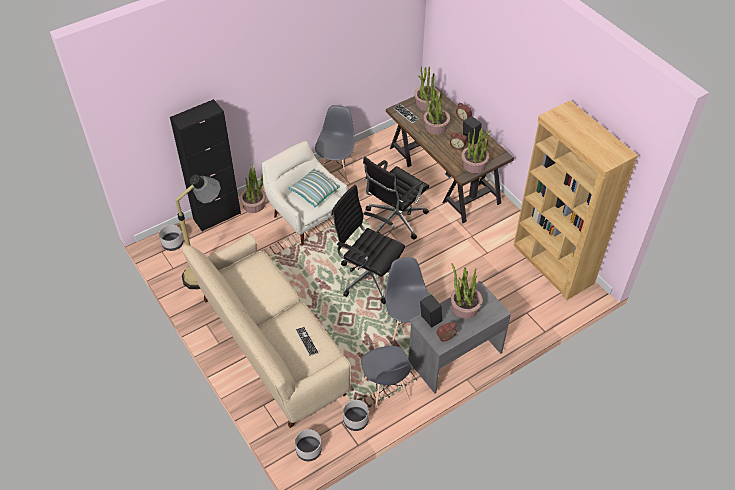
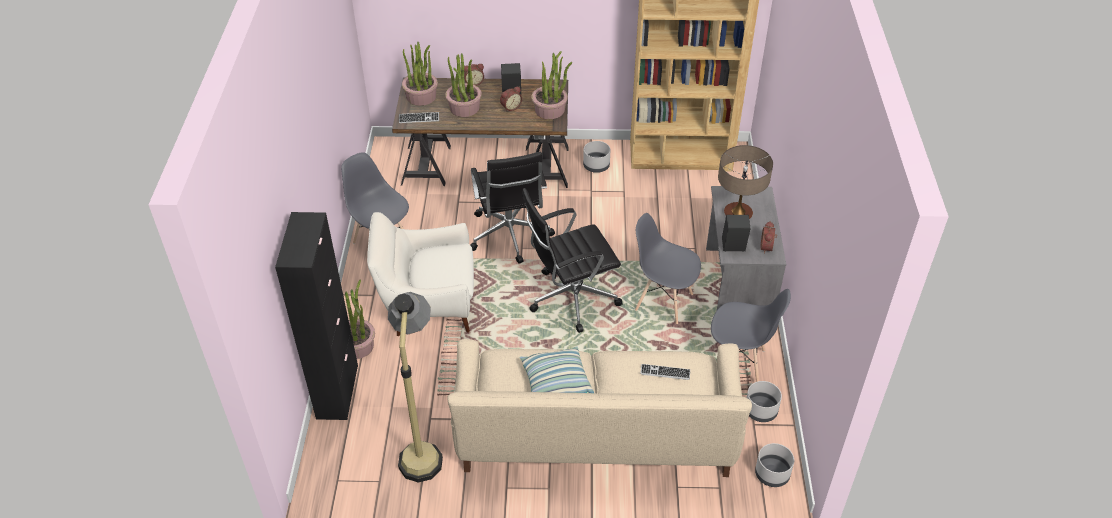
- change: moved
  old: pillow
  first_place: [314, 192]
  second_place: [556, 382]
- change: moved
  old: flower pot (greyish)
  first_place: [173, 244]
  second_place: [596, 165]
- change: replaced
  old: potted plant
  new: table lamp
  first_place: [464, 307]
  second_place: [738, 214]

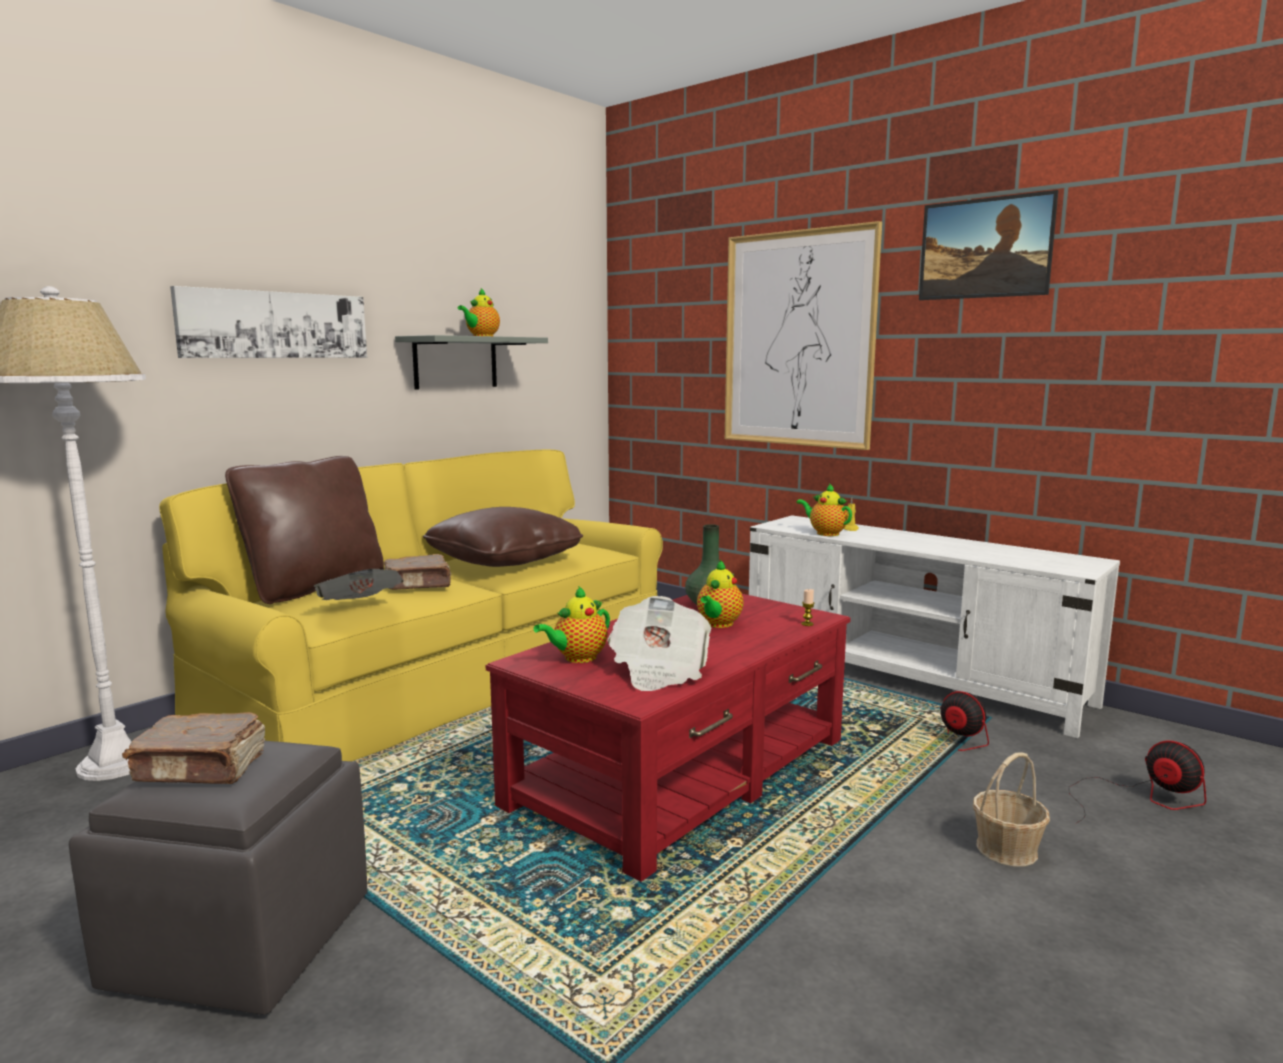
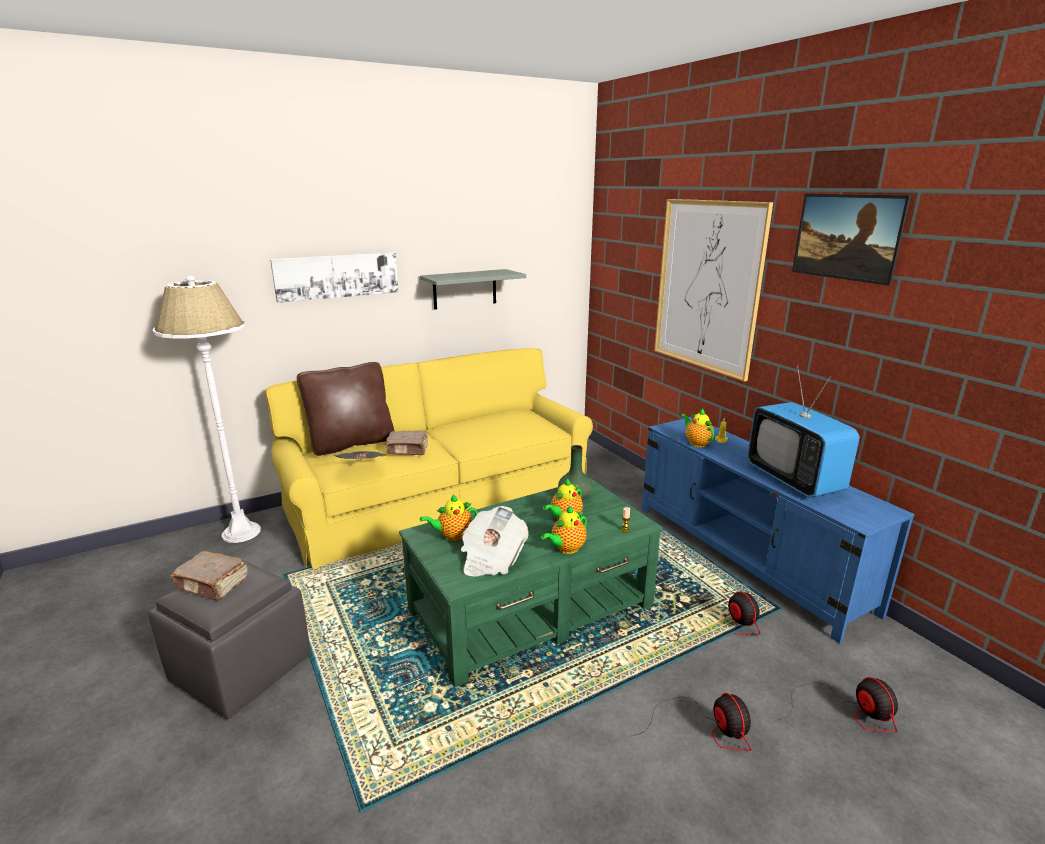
- change: moved
  old: tea pot
  first_place: [481, 336]
  second_place: [566, 549]
- change: removed
  old: pillow (brown)
  first_place: [504, 560]
- change: recoloured
  old: media console (whitish)
  new: media console (blue)
  first_place: [910, 677]
  second_place: [747, 557]
- change: recoloured
  old: lounge table (reddish)
  new: lounge table (green)
  first_place: [684, 772]
  second_place: [532, 608]
- change: replaced
  old: household basket
  new: fan
  first_place: [1007, 849]
  second_place: [706, 728]
- change: added
  new: television
  second_place: [794, 480]

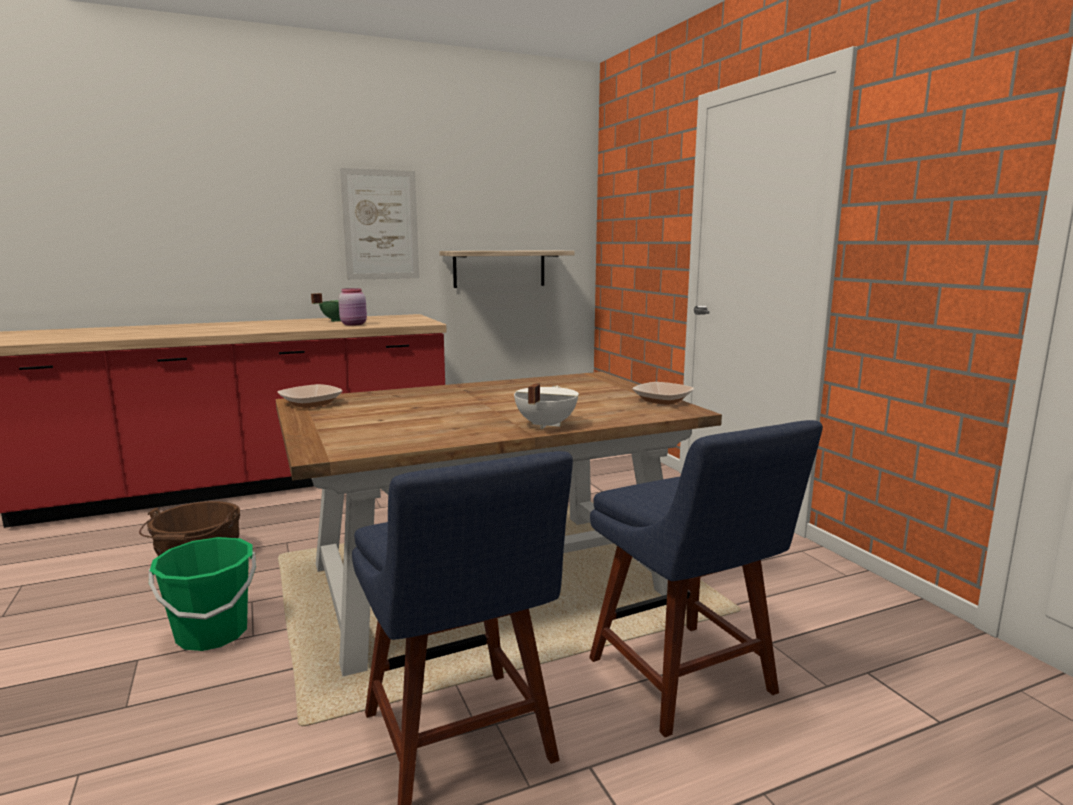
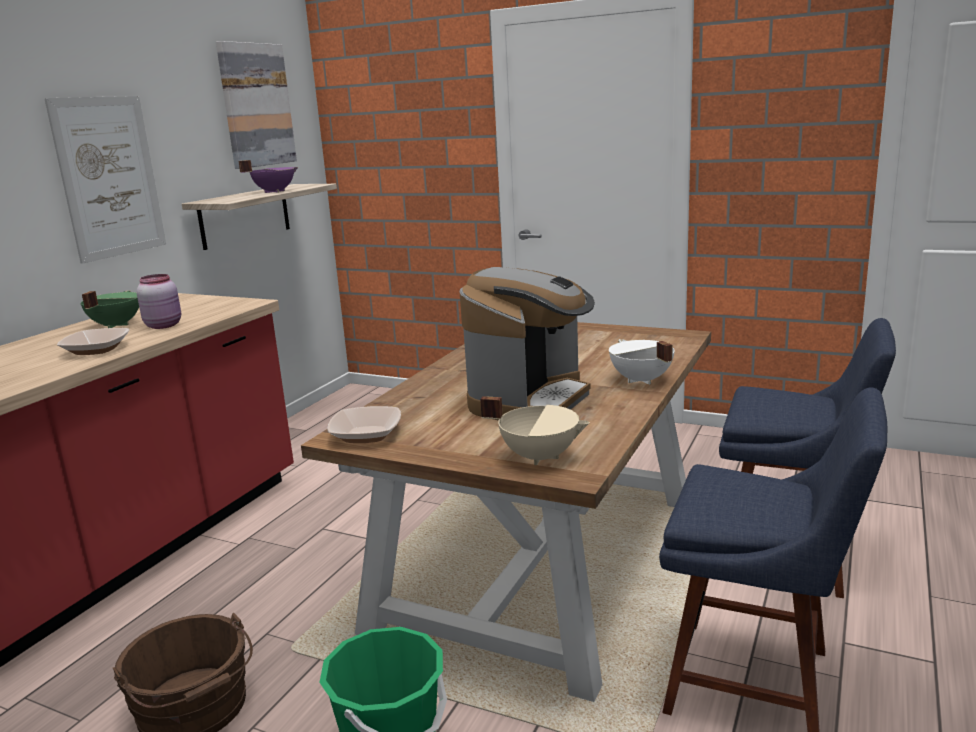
- change: moved
  old: serving bowl
  first_place: [662, 400]
  second_place: [96, 350]
- change: added
  new: wall art
  second_place: [256, 105]
- change: added
  new: saucepot (purple)
  second_place: [274, 191]
- change: added
  new: coffee brewer
  second_place: [530, 400]
- change: added
  new: saucepot (beige-coloured)
  second_place: [539, 456]

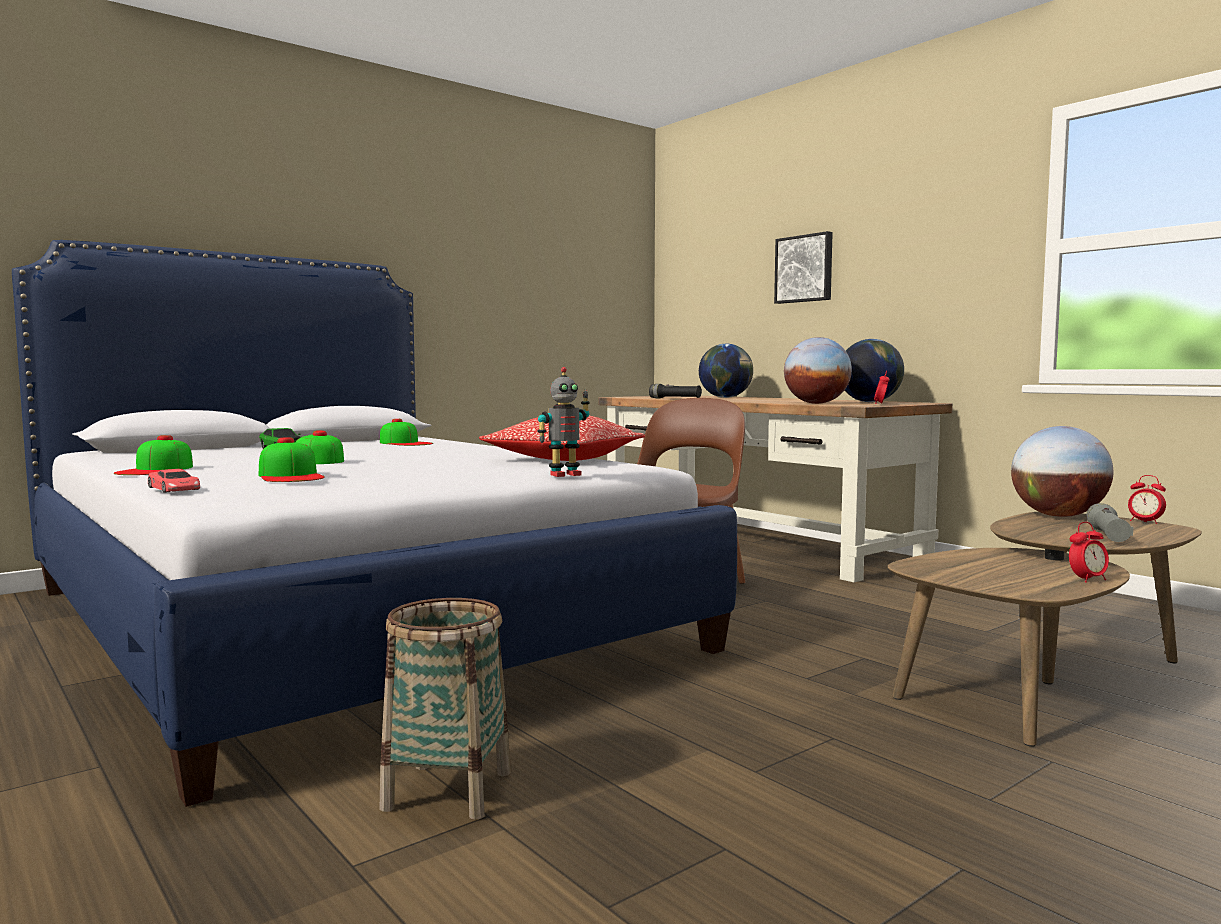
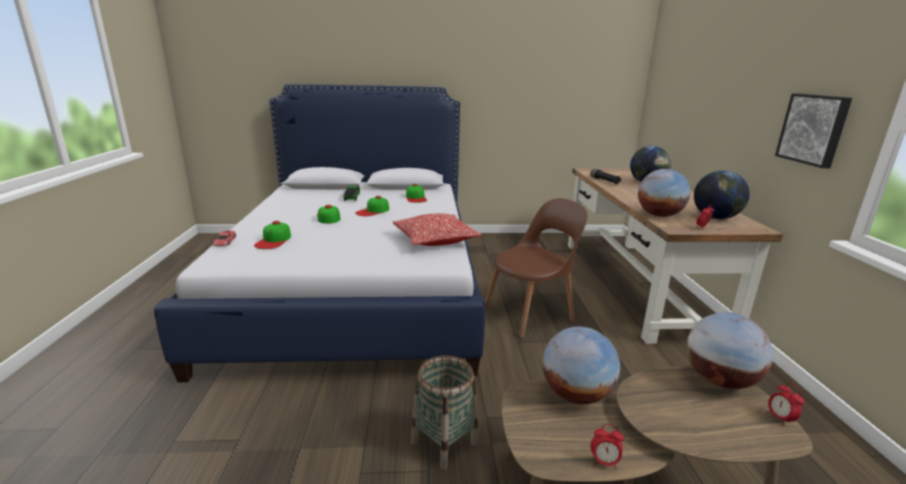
- change: moved
  old: wall art
  first_place: [805, 269]
  second_place: [813, 129]
- change: removed
  old: toy robot
  first_place: [564, 475]
- change: moved
  old: peaked cap
  first_place: [156, 470]
  second_place: [373, 211]
- change: removed
  old: flashlight (greyish)
  first_place: [1107, 535]
- change: moved
  old: household basket
  first_place: [447, 790]
  second_place: [444, 442]
- change: added
  new: desk globe
  second_place: [575, 394]

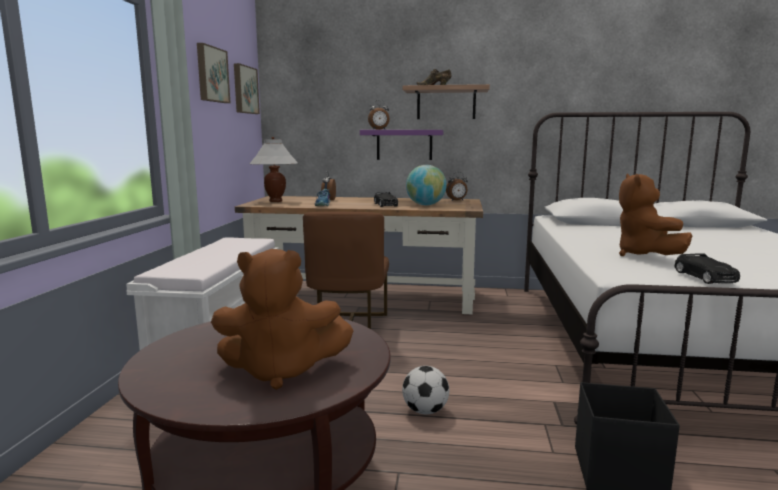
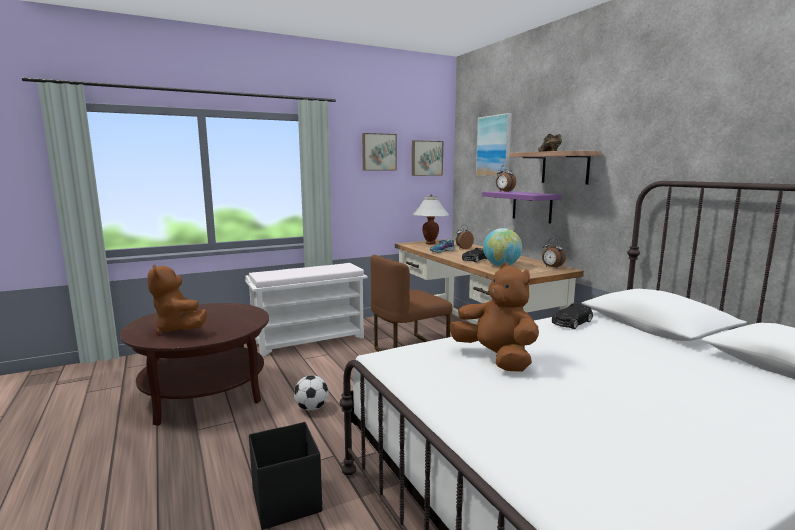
- change: turned
  old: plush toy (brown)
  first_place: [644, 255]
  second_place: [495, 358]
  degrees: 90
- change: moved
  old: miniature car (black)
  first_place: [705, 277]
  second_place: [571, 322]
- change: added
  new: wall art
  second_place: [494, 146]

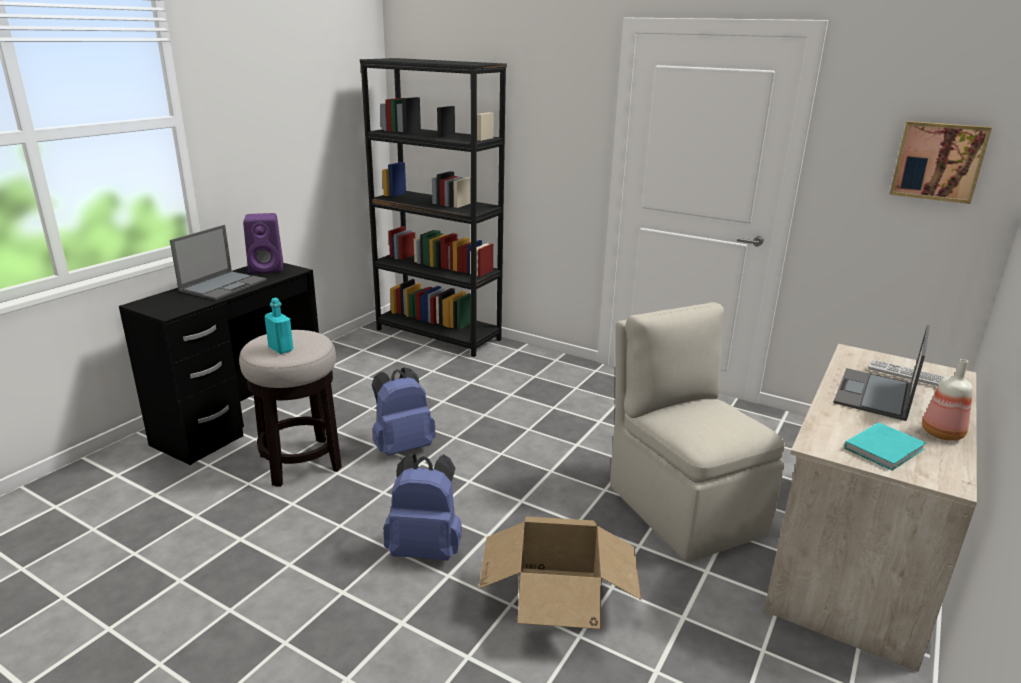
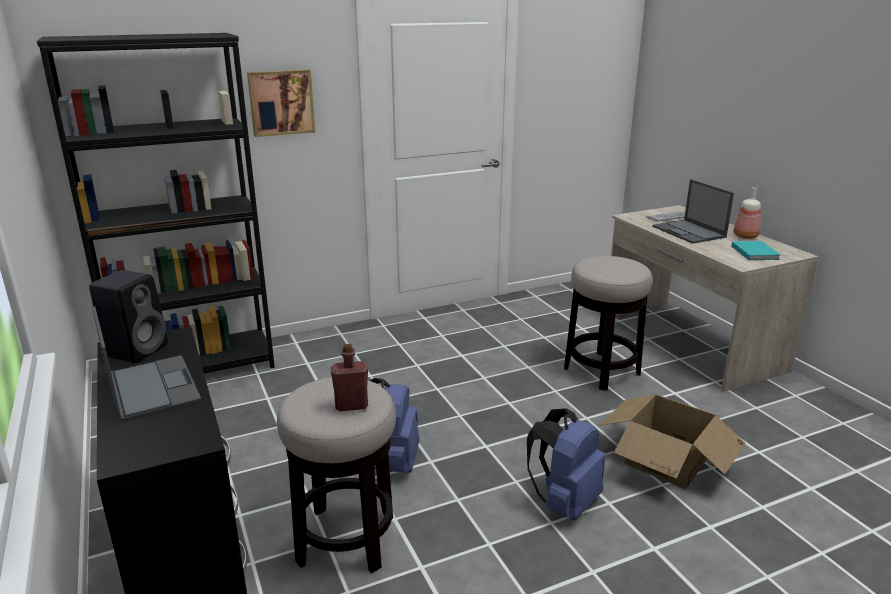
- change: moved
  old: wall art
  first_place: [938, 161]
  second_place: [281, 102]
- change: recoloured
  old: audio speaker (purple)
  new: audio speaker (black)
  first_place: [267, 268]
  second_place: [137, 349]
- change: recoloured
  old: beverage bottle (turquoise-coloured)
  new: beverage bottle (reddish)
  first_place: [281, 349]
  second_place: [351, 406]
- change: replaced
  old: plain chair (beige-coloured)
  new: stool seat
  first_place: [683, 506]
  second_place: [601, 371]

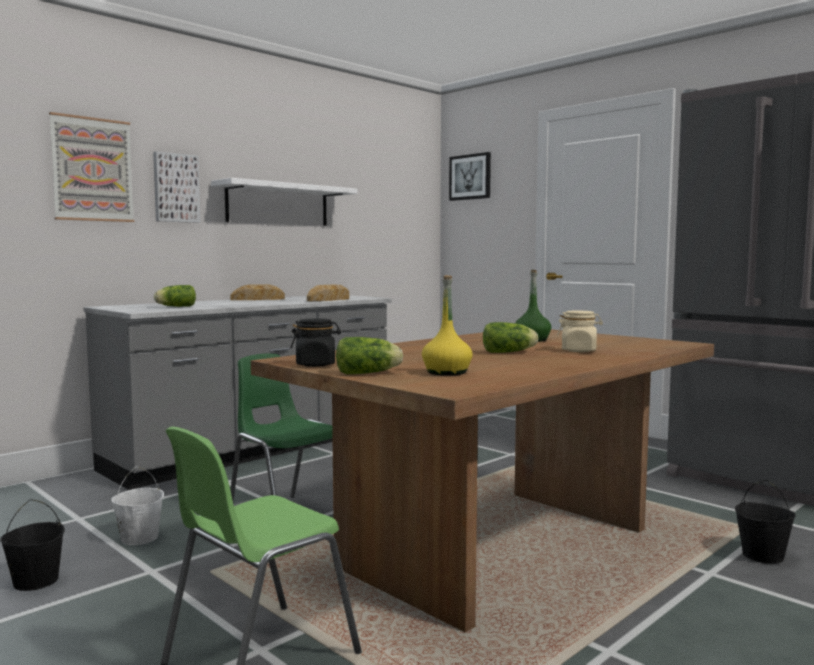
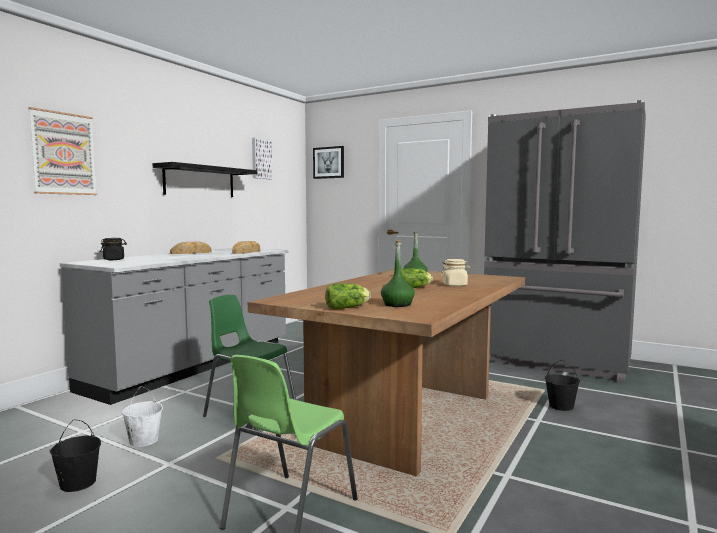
- change: moved
  old: wall art
  first_place: [175, 188]
  second_place: [261, 159]
- change: recoloured
  old: wall shelf (whitish)
  new: wall shelf (black)
  first_place: [278, 205]
  second_place: [200, 181]
- change: recoloured
  old: beverage bottle (yellow-coloured)
  new: beverage bottle (green)
  first_place: [447, 372]
  second_place: [397, 304]
- change: removed
  old: lettuce
  first_place: [175, 306]
- change: moved
  old: preserve jar (black)
  first_place: [316, 364]
  second_place: [114, 259]

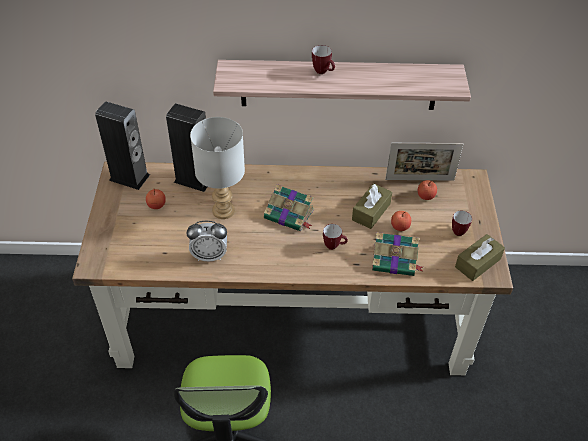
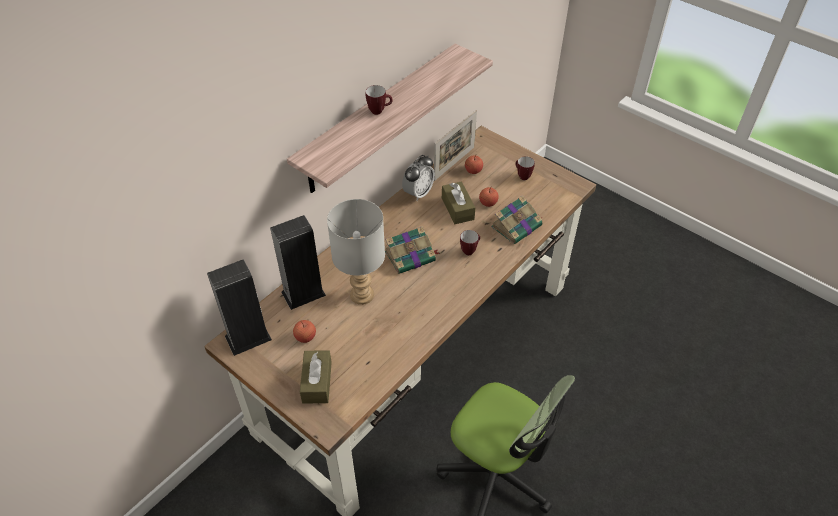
- change: moved
  old: alarm clock
  first_place: [209, 255]
  second_place: [418, 193]
- change: moved
  old: tissue box (brown)
  first_place: [477, 263]
  second_place: [317, 382]

